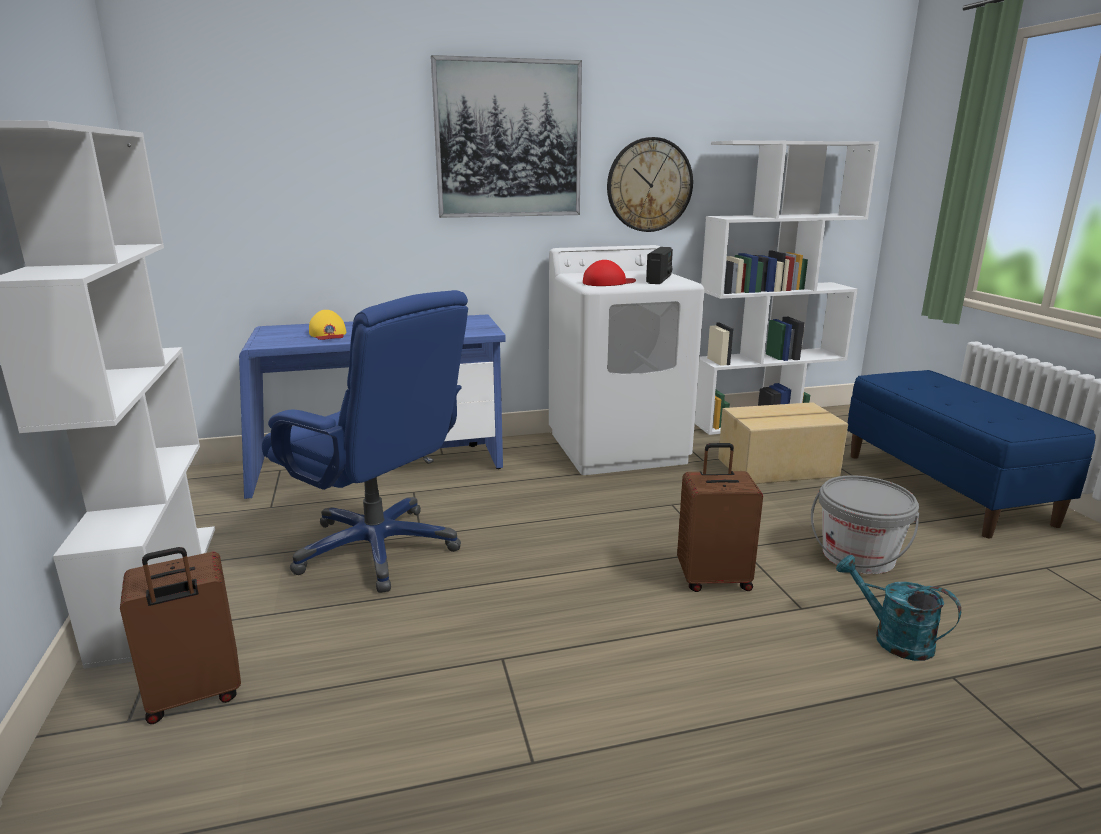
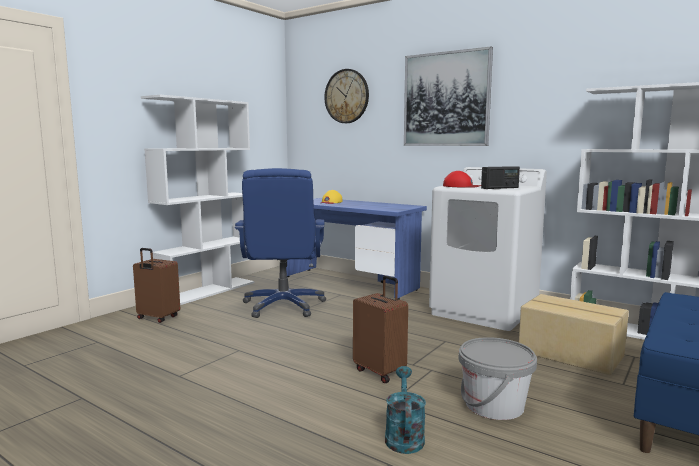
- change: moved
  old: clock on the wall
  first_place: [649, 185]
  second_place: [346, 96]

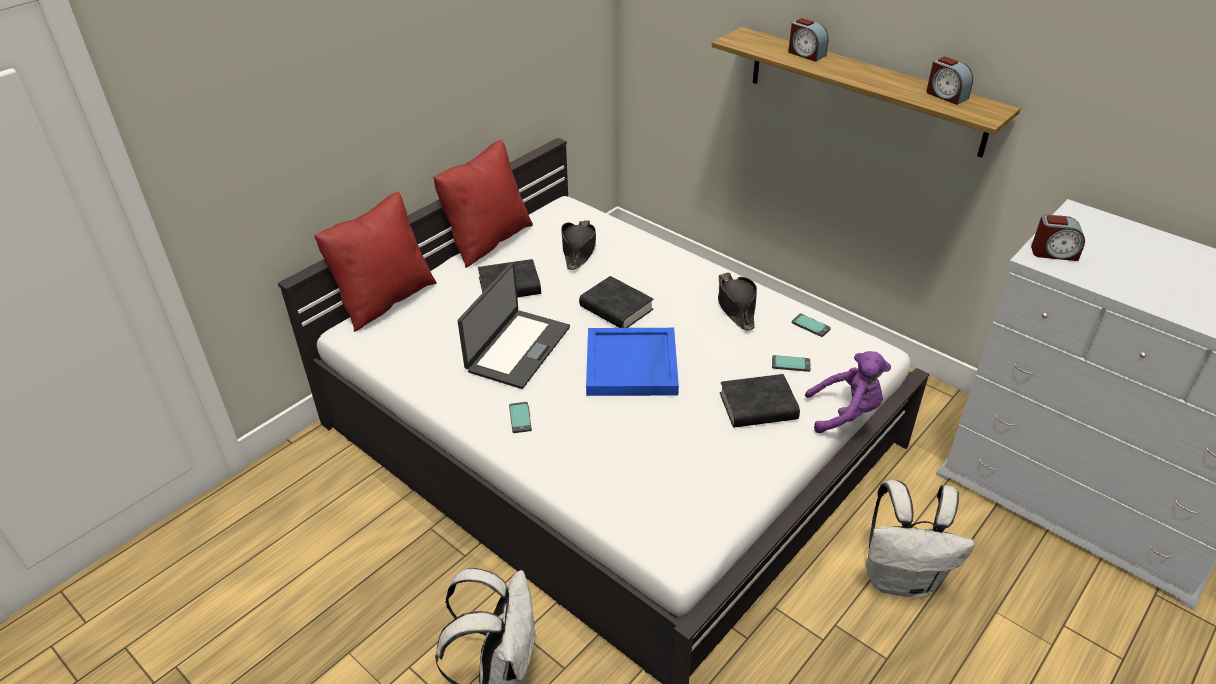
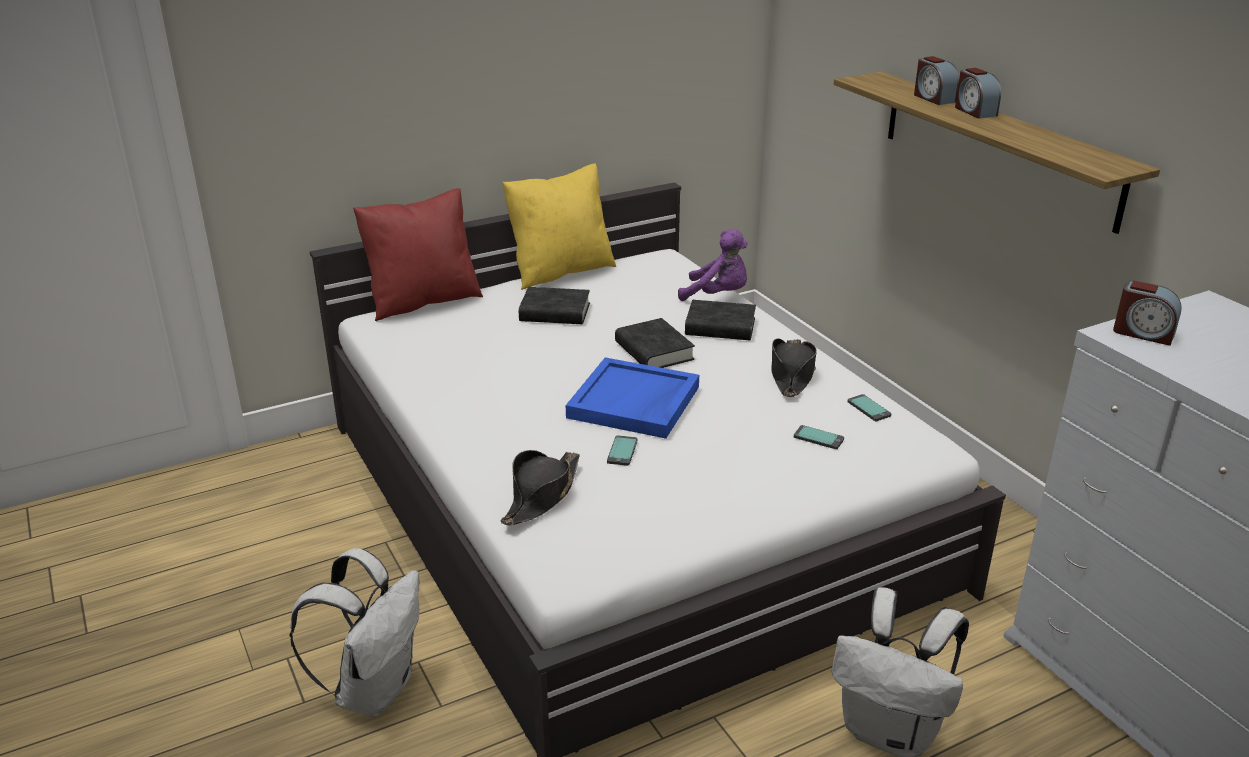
- change: moved
  old: alarm clock
  first_place: [946, 95]
  second_place: [974, 111]
- change: recoloured
  old: pillow (reddish)
  new: pillow (yellow-coloured)
  first_place: [487, 240]
  second_place: [560, 271]
- change: moved
  old: clothing hat (black)
  first_place: [579, 250]
  second_place: [541, 495]
- change: removed
  old: notebook computer
  first_place: [517, 348]
- change: moved
  old: plush toy (purple)
  first_place: [846, 413]
  second_place: [717, 295]
- change: moved
  old: book (black)
  first_place: [758, 406]
  second_place: [720, 327]
- change: moved
  old: phone
  first_place: [520, 418]
  second_place: [622, 451]

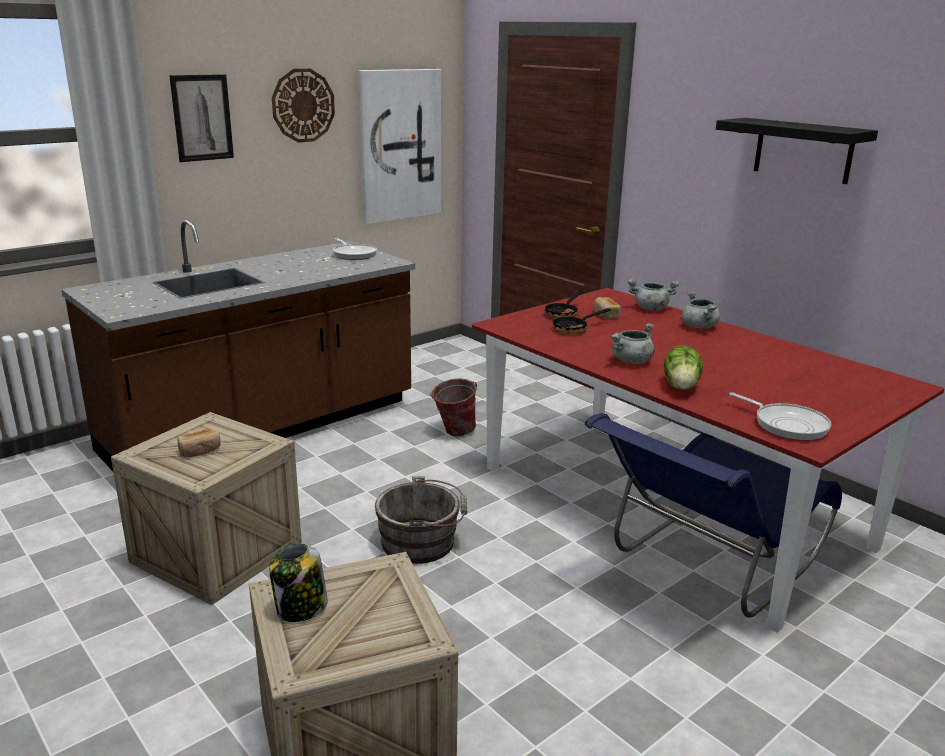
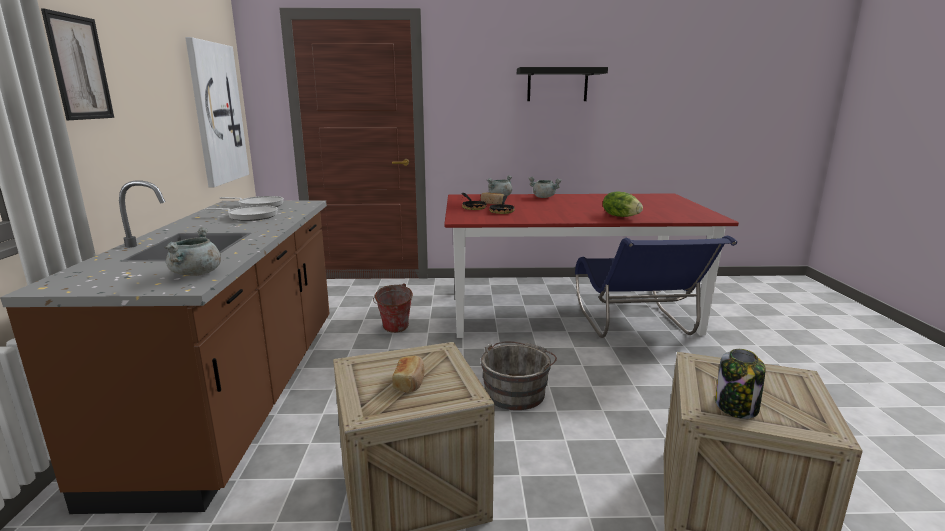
- change: removed
  old: clock on the wall
  first_place: [303, 105]
- change: moved
  old: saucepot (greyish)
  first_place: [631, 361]
  second_place: [196, 274]
- change: moved
  old: frying pan
  first_place: [787, 424]
  second_place: [250, 216]

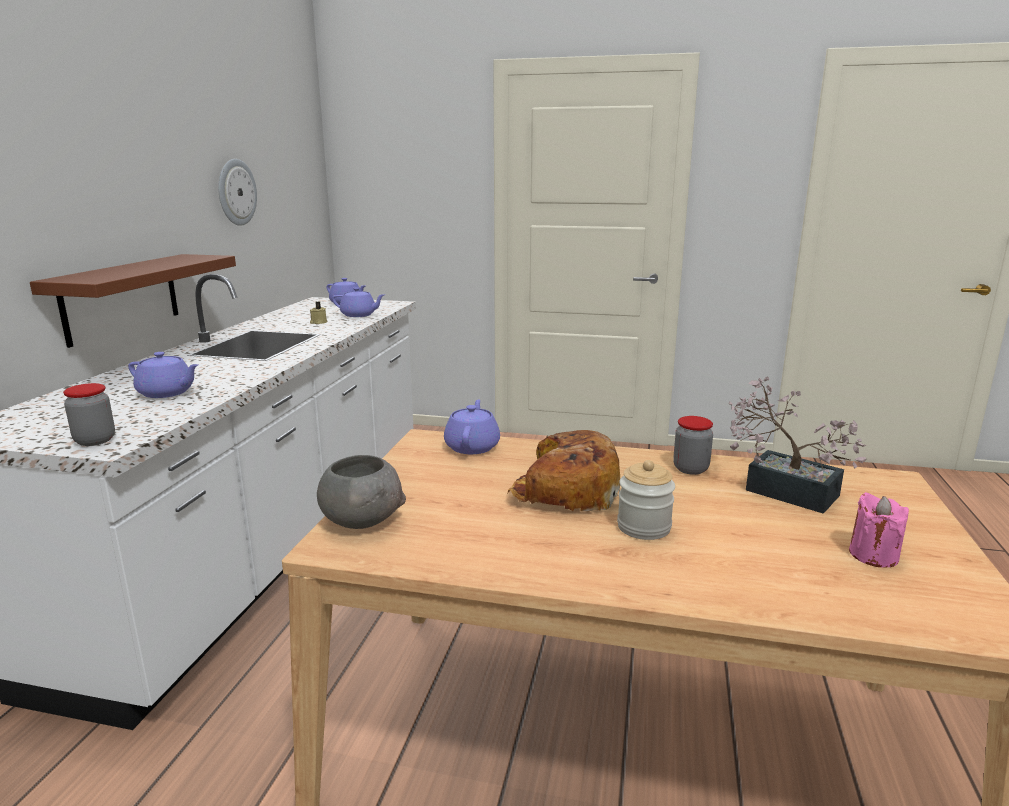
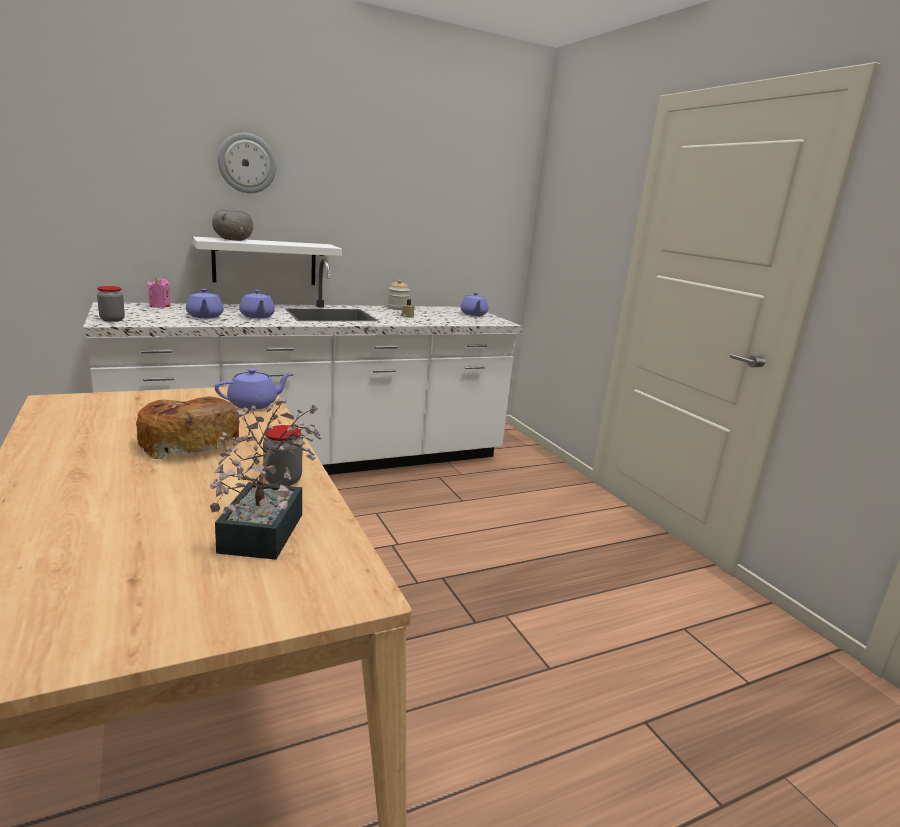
- change: moved
  old: clock on the wall
  first_place: [236, 192]
  second_place: [247, 163]
- change: recoloured
  old: wall shelf (brown)
  new: wall shelf (whitish)
  first_place: [121, 298]
  second_place: [265, 262]
- change: moved
  old: tea pot (purple)
  first_place: [359, 315]
  second_place: [257, 316]
- change: moved
  old: serving bowl (greyish)
  first_place: [362, 520]
  second_place: [233, 240]
- change: moved
  old: preserve jar
  first_place: [643, 527]
  second_place: [397, 308]
- change: moved
  old: wax light (pink-coloured)
  first_place: [873, 555]
  second_place: [160, 306]

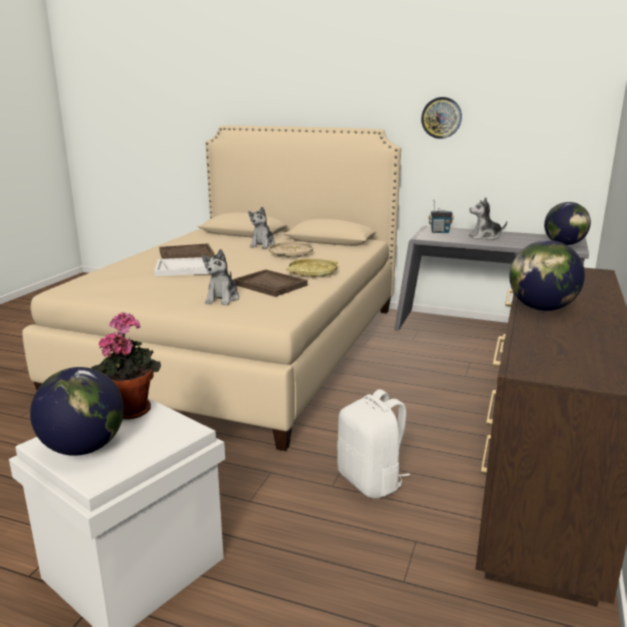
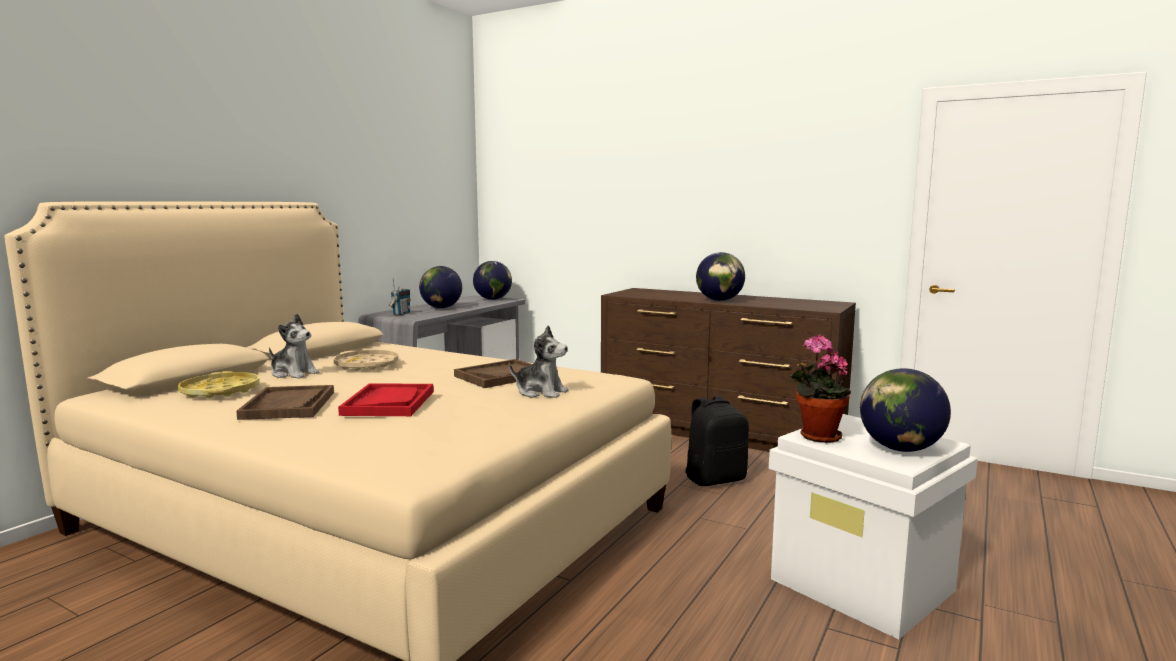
- change: removed
  old: clock on the wall
  first_place: [441, 118]
- change: replaced
  old: plush toy
  new: desk globe
  first_place: [485, 237]
  second_place: [441, 308]
- change: recoloured
  old: tray (whitish)
  new: tray (reddish)
  first_place: [184, 268]
  second_place: [388, 403]
- change: moved
  old: tray (yellow-coloured)
  first_place: [312, 272]
  second_place: [220, 391]
- change: recoloured
  old: backpack (whitish)
  new: backpack (black)
  first_place: [371, 481]
  second_place: [715, 479]

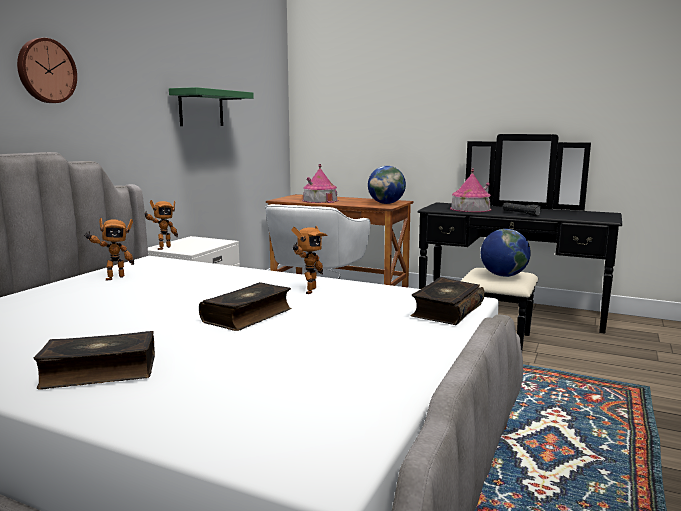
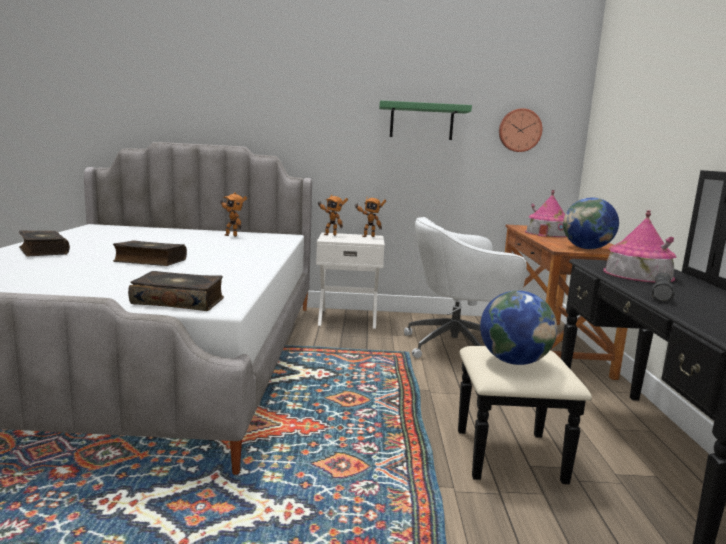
- change: moved
  old: clock on the wall
  first_place: [45, 71]
  second_place: [519, 130]
- change: moved
  old: toy robot
  first_place: [308, 291]
  second_place: [368, 236]

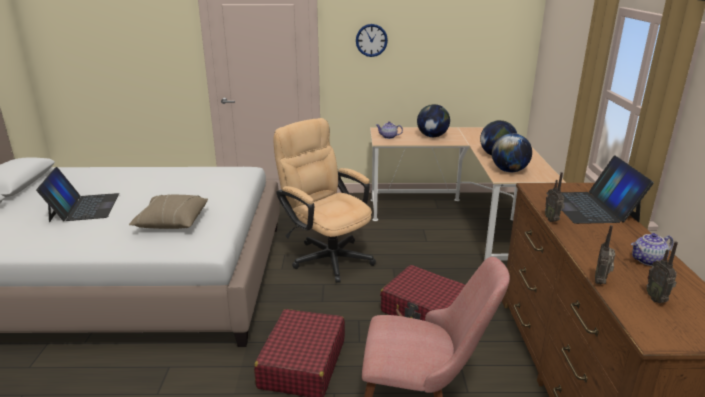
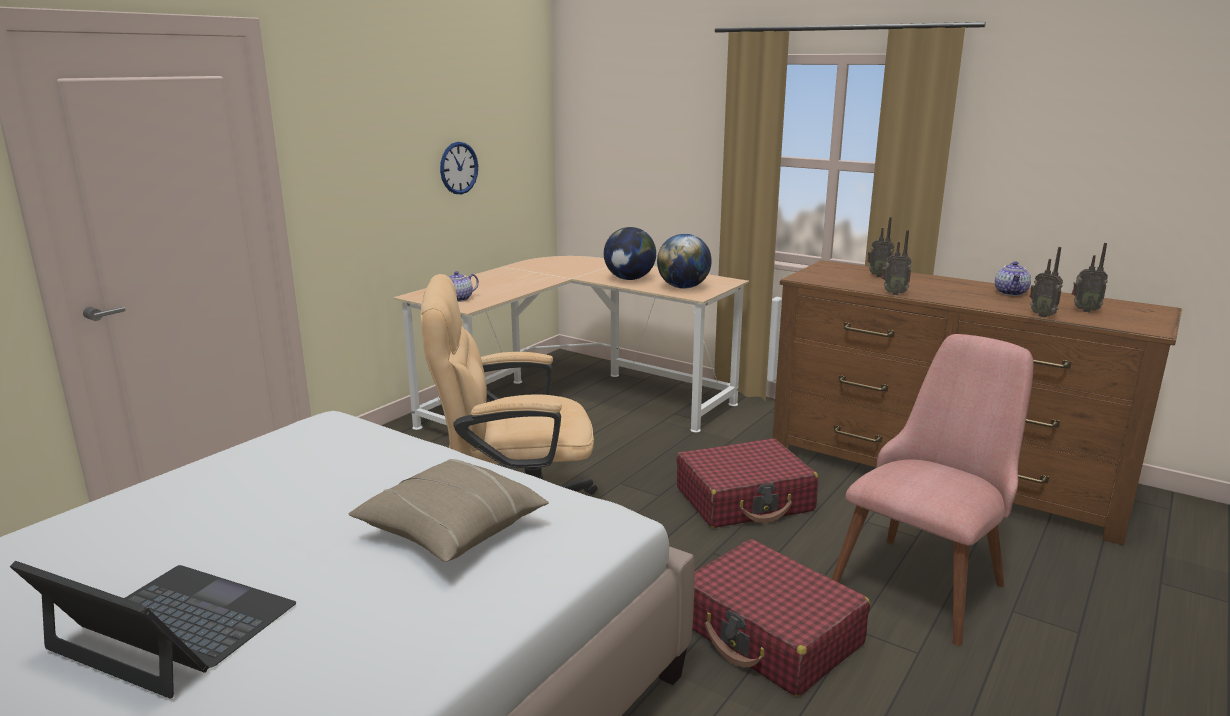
- change: moved
  old: clock on the wall
  first_place: [371, 40]
  second_place: [458, 168]
- change: removed
  old: desk globe
  first_place: [432, 136]
- change: replaced
  old: notebook computer
  new: radio receiver
  first_place: [592, 207]
  second_place: [879, 276]

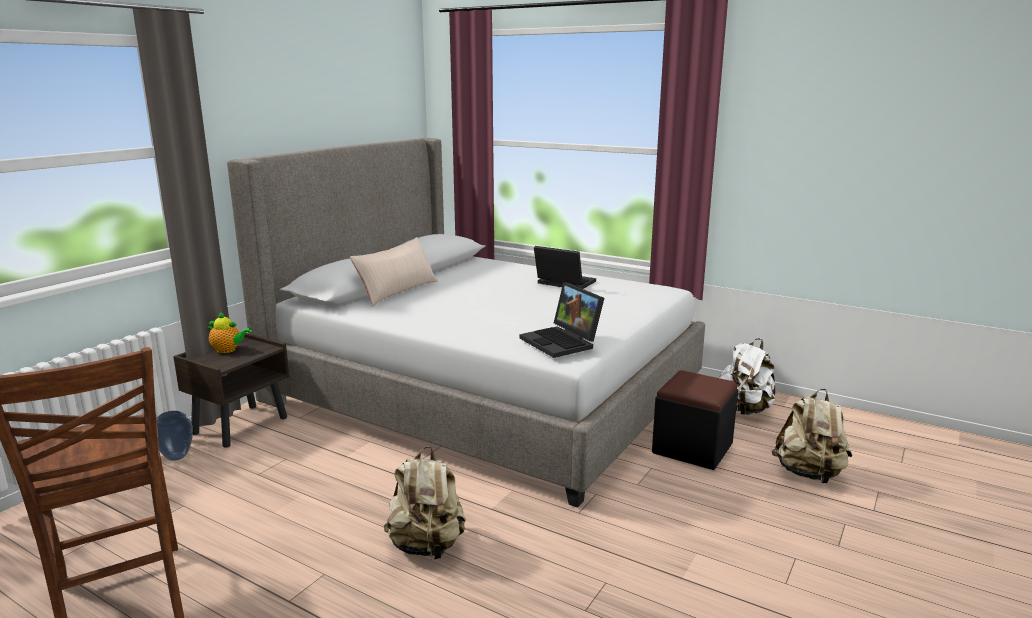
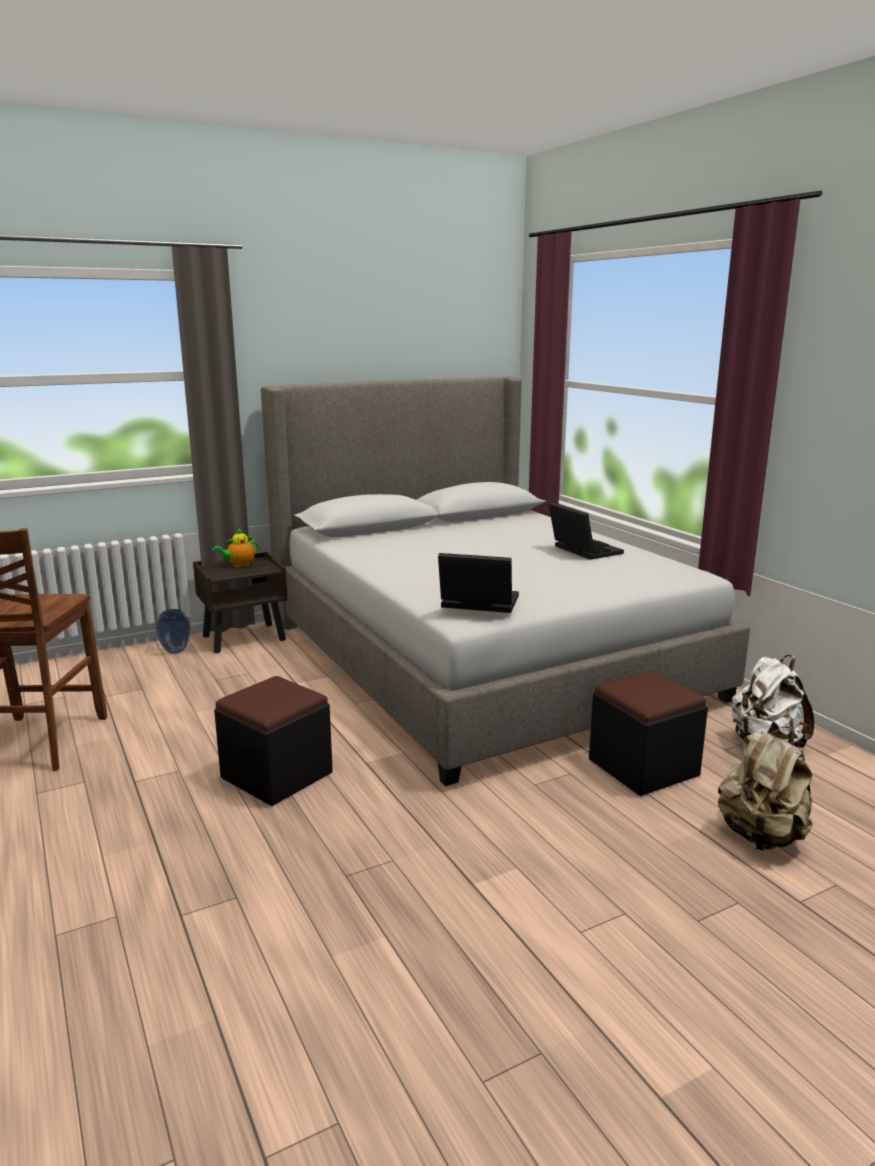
- change: removed
  old: pillow (beige-coloured)
  first_place: [397, 291]
- change: turned
  old: notebook computer
  first_place: [563, 342]
  second_place: [476, 604]
  degrees: 105
- change: turned
  old: tea pot
  first_place: [228, 350]
  second_place: [239, 565]
  degrees: 105
- change: replaced
  old: backpack (beige-coloured)
  new: ottoman (black)
  first_place: [427, 546]
  second_place: [277, 775]

